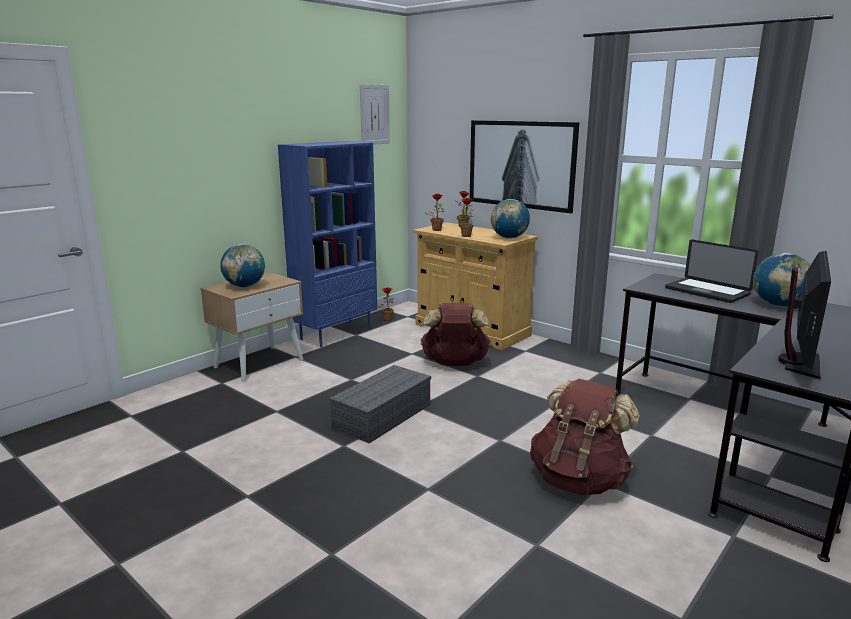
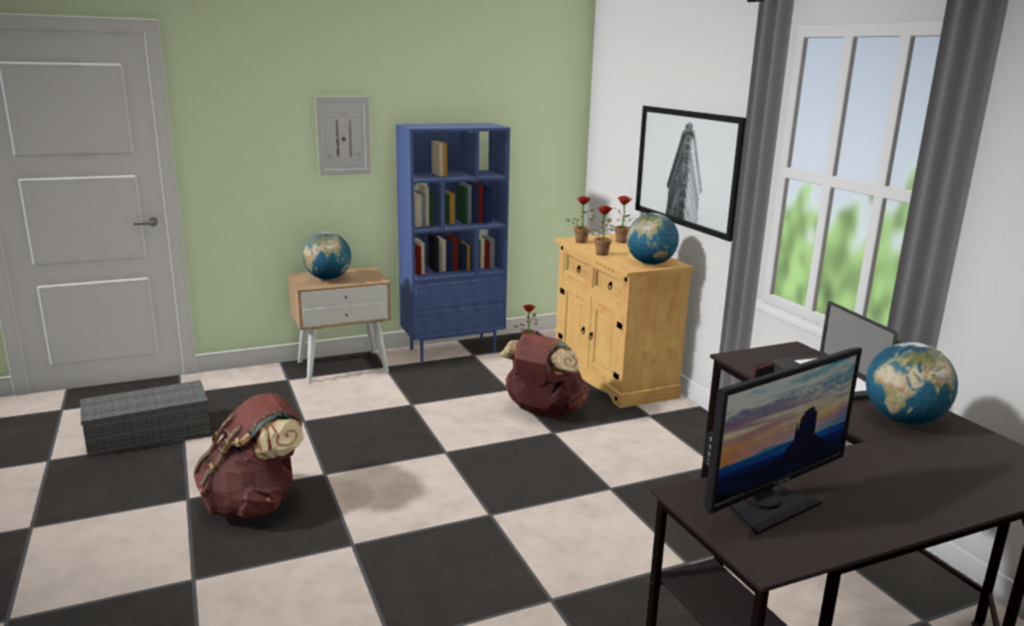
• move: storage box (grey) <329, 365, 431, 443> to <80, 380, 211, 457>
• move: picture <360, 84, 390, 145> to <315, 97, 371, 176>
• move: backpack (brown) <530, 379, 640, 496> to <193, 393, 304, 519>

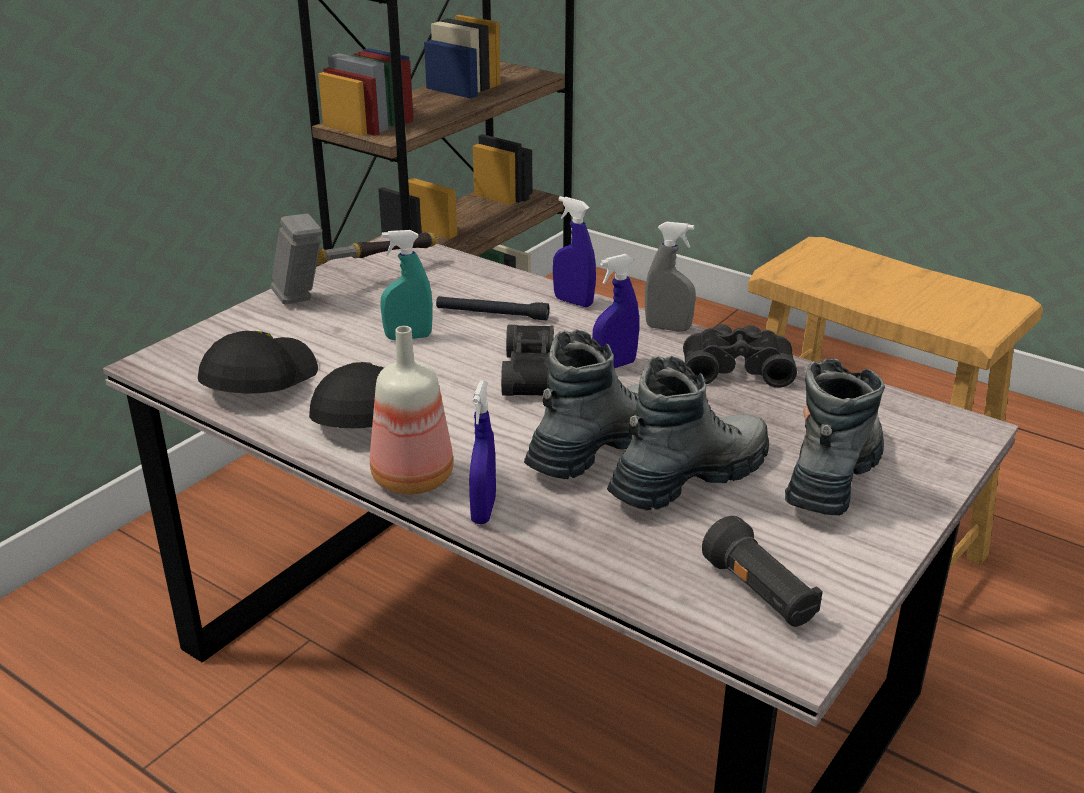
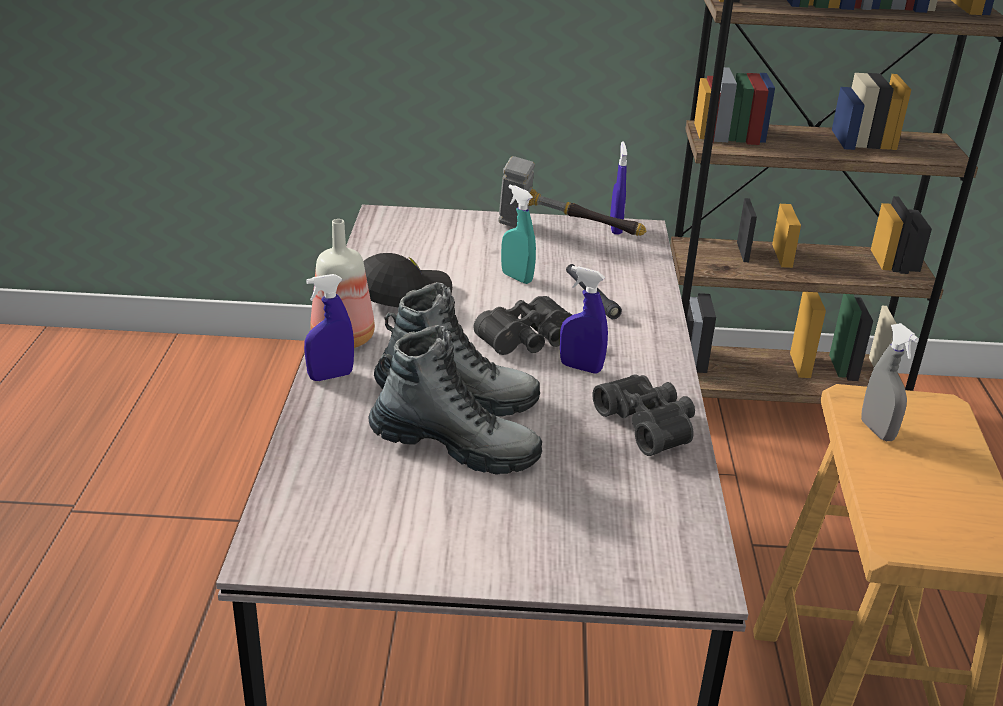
• delete: cap (black) <198, 331, 318, 393>
• move: spray bottle (blue) <553, 196, 596, 307> to <610, 142, 627, 235>
• move: spray bottle (grey) <645, 222, 696, 332> to <861, 323, 919, 441>
• delete: flashlight (black) <702, 516, 823, 627>
• delete: boot <785, 358, 885, 516>

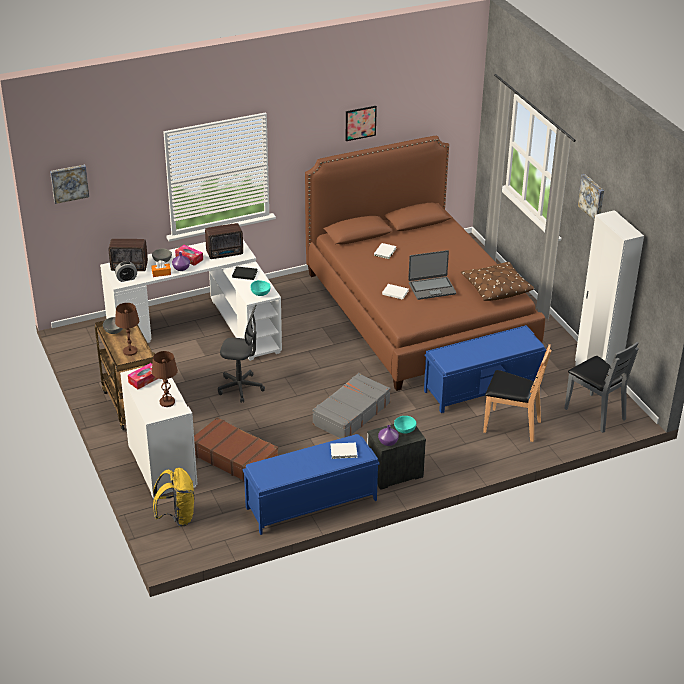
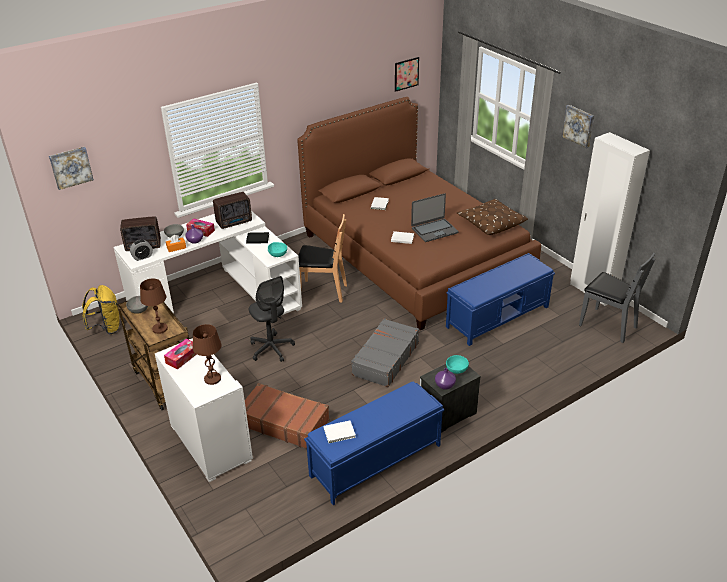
• move: backpack (yellow) <153, 468, 194, 527> to <82, 285, 120, 335>
• rotate: office chair (grey) <218, 305, 265, 402> = <249, 276, 295, 362> 60 degrees clockwise
• move: book (white) <330, 443, 357, 459> to <324, 421, 356, 443>
• move: picture <345, 106, 377, 141> to <395, 57, 419, 92>
• move: chair (brown) <483, 344, 551, 442> to <298, 214, 347, 303>

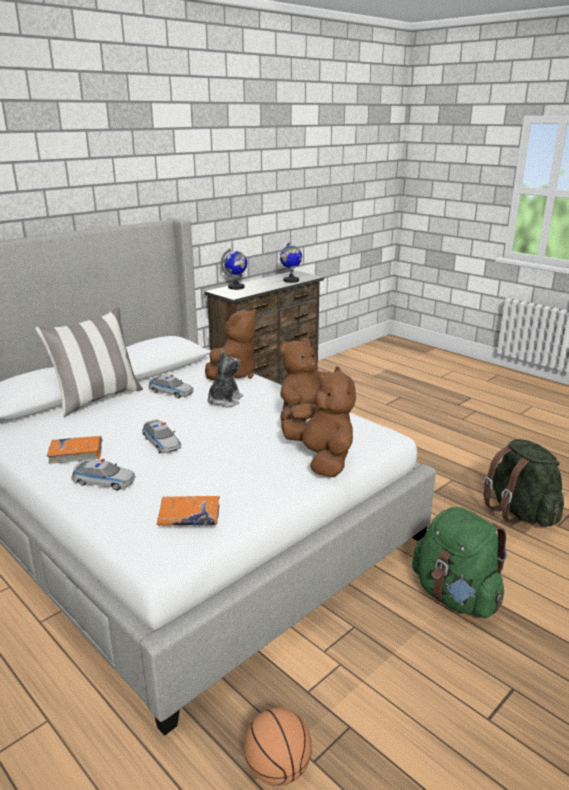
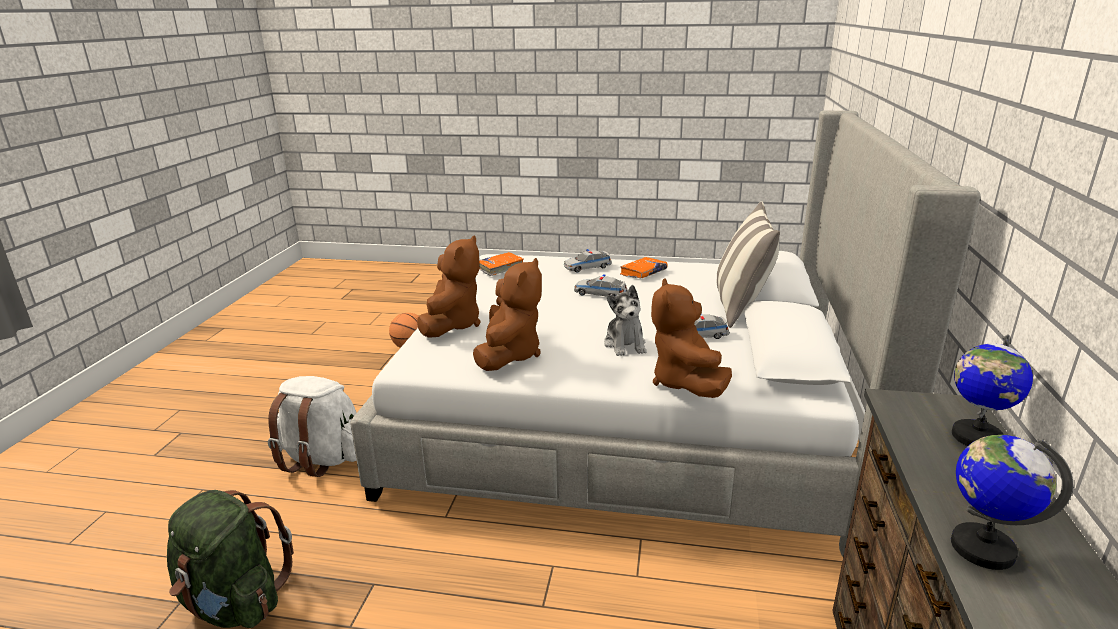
• rotate: plush toy (brown) <281, 366, 356, 477> = <417, 235, 481, 338> 105 degrees counterclockwise
• recolor: backpack (green) <412, 507, 507, 618> to backpack (white) <268, 376, 357, 477>

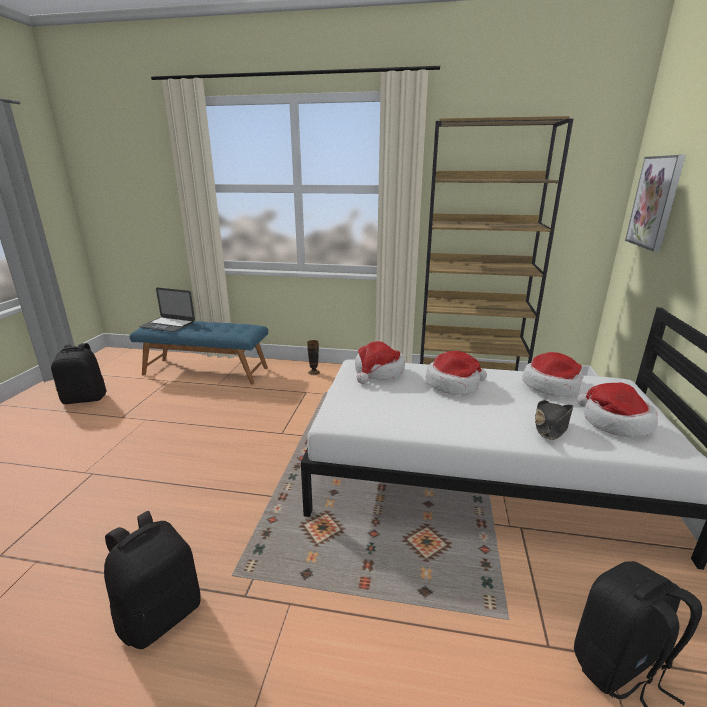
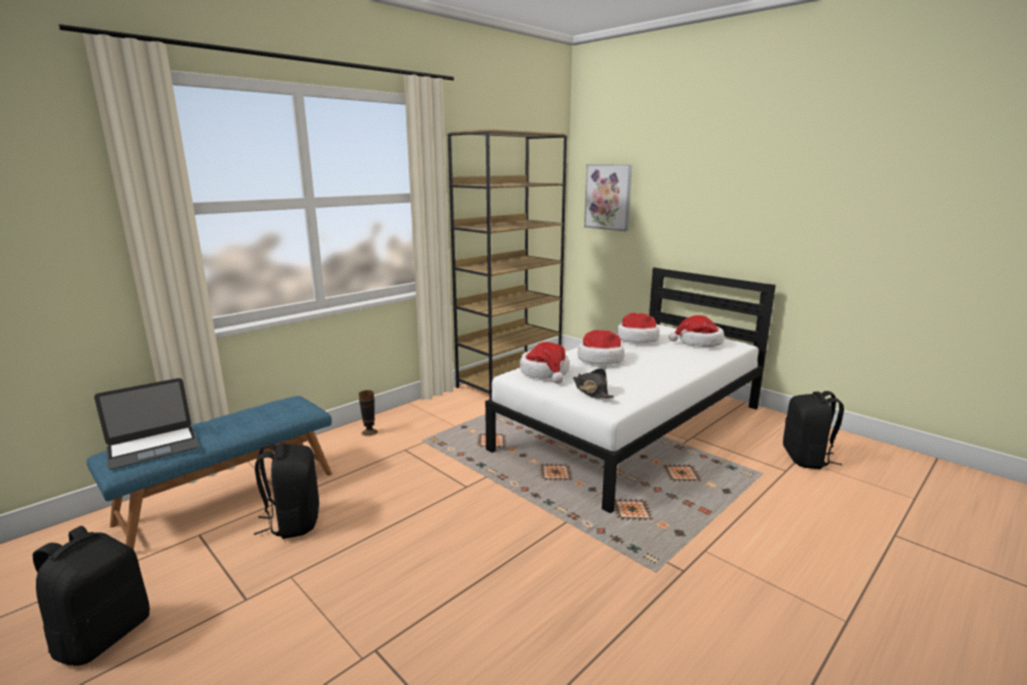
• move: backpack (black) <104, 511, 201, 649> to <254, 442, 319, 539>
• move: hat (black) <535, 400, 573, 440> to <573, 368, 614, 399>

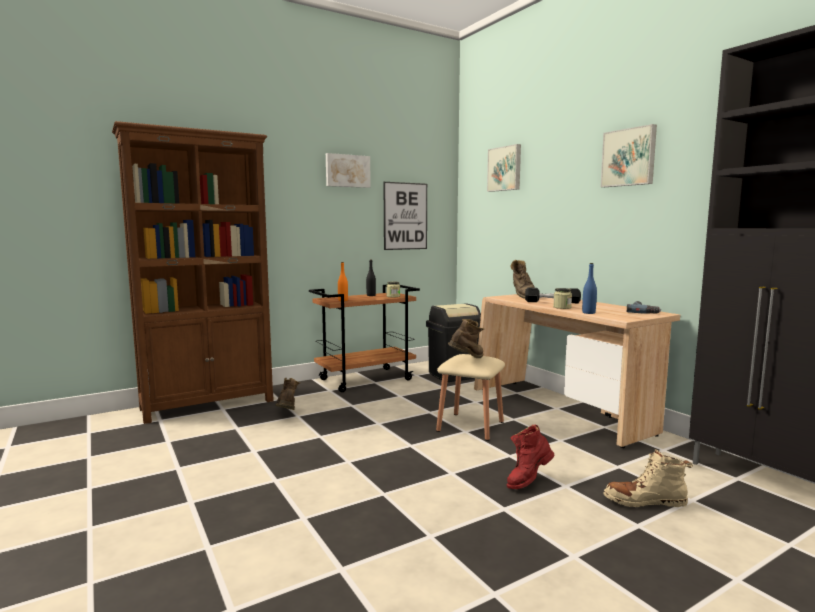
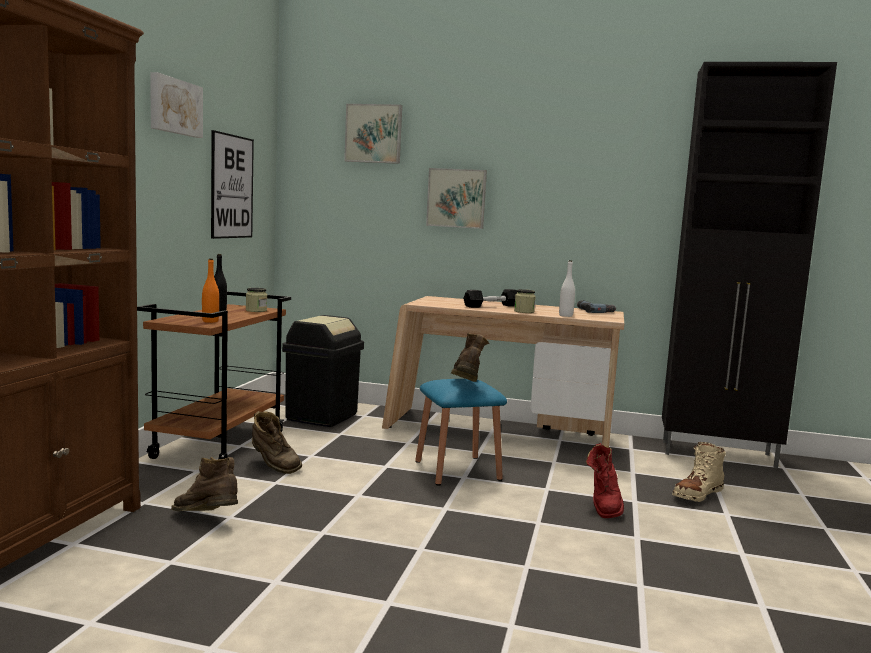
• recolor: stool (beige) <436, 354, 505, 441> to stool (blue) <415, 379, 507, 486>
• move: boot (brown) <511, 260, 535, 299> to <252, 411, 302, 474>
• recolor: bottle (blue) <582, 263, 597, 314> to bottle (white) <559, 260, 575, 317>
• move: picture <600, 124, 657, 187> to <426, 168, 487, 229>

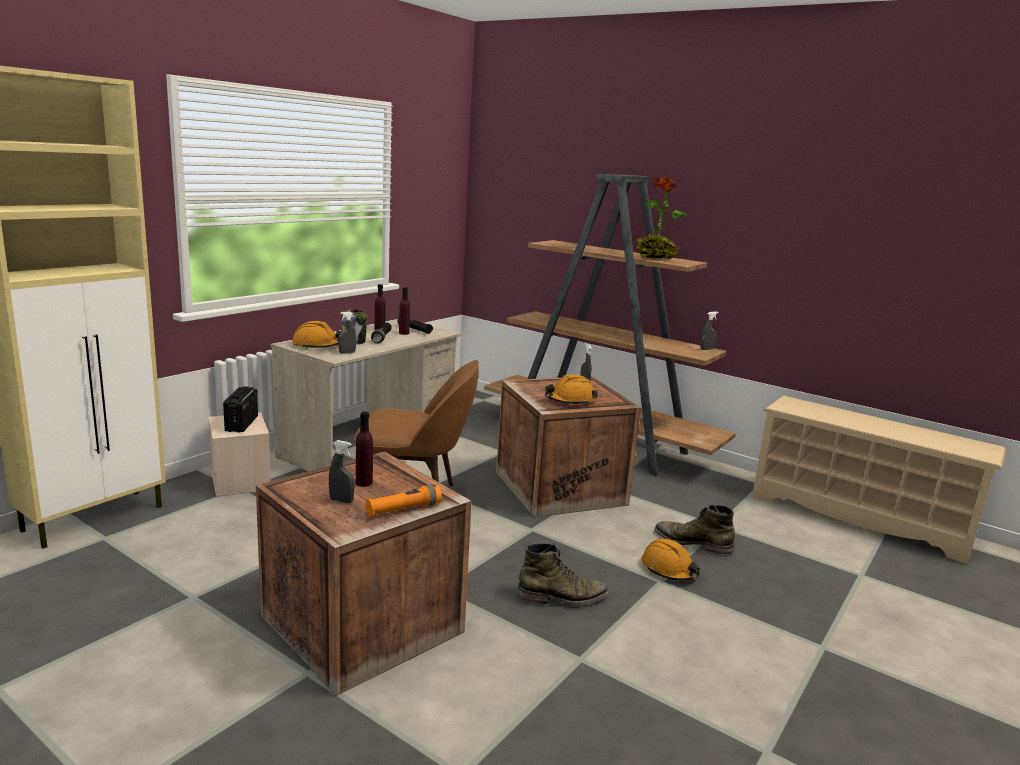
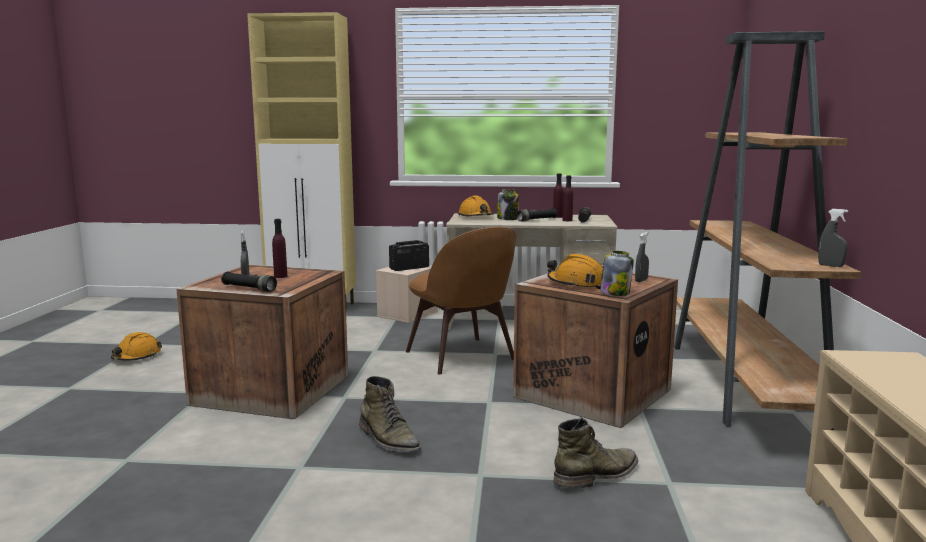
• delete: spray bottle (grey) <338, 311, 356, 354>
• recolor: flashlight (orange) <366, 484, 442, 517> to flashlight (black) <221, 272, 277, 292>
• delete: potted plant <637, 176, 687, 258>
• move: hard hat (orange) <642, 539, 700, 581> to <111, 332, 162, 360>
• rotate: boot (green) <655, 505, 735, 554> = <553, 417, 638, 489> 60 degrees clockwise
• insert: jar <600, 251, 634, 296>

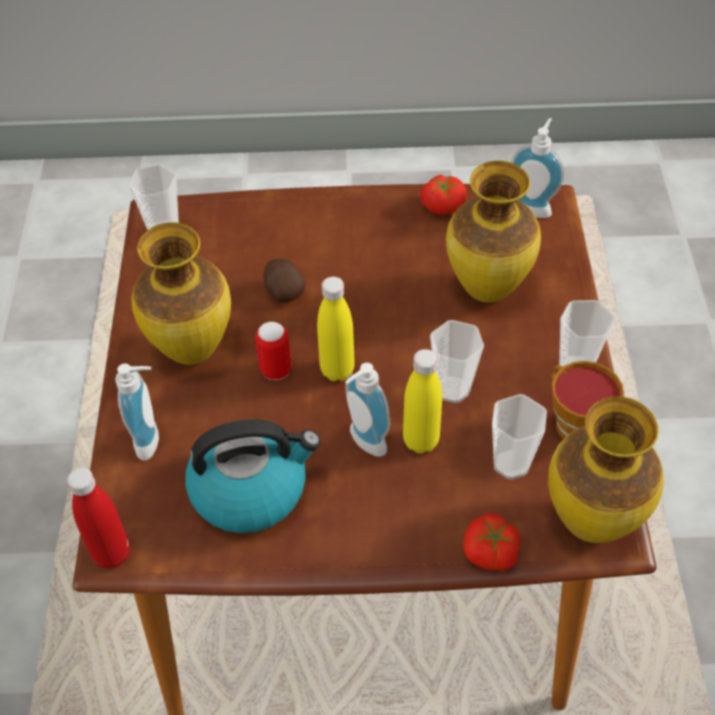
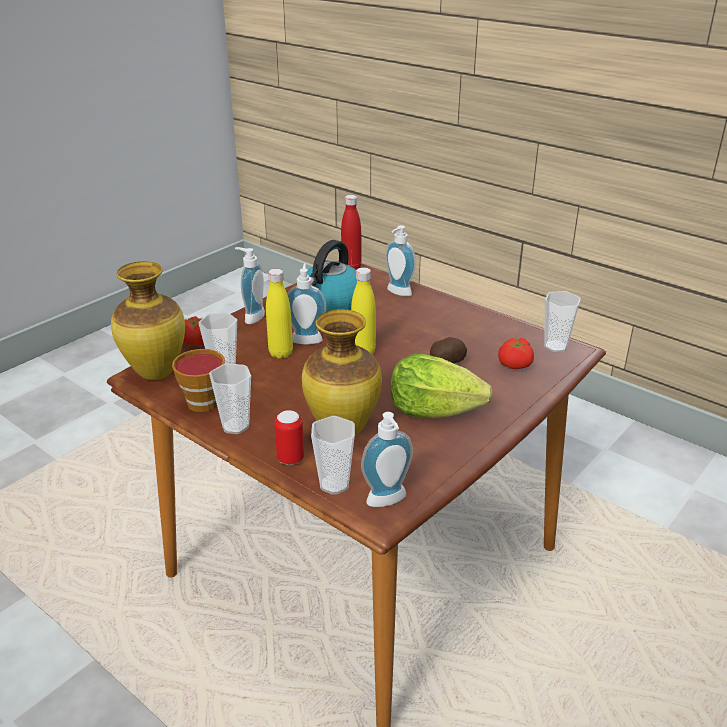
• delete: vase <131, 222, 231, 365>
• move: can <255, 322, 291, 380> to <274, 410, 304, 465>
• move: tomato <420, 175, 467, 215> to <498, 338, 534, 369>
• move: cup <430, 320, 484, 403> to <311, 416, 355, 495>
• insert: soap dispenser <235, 247, 265, 324>
• insert: lettuce <391, 354, 493, 418>

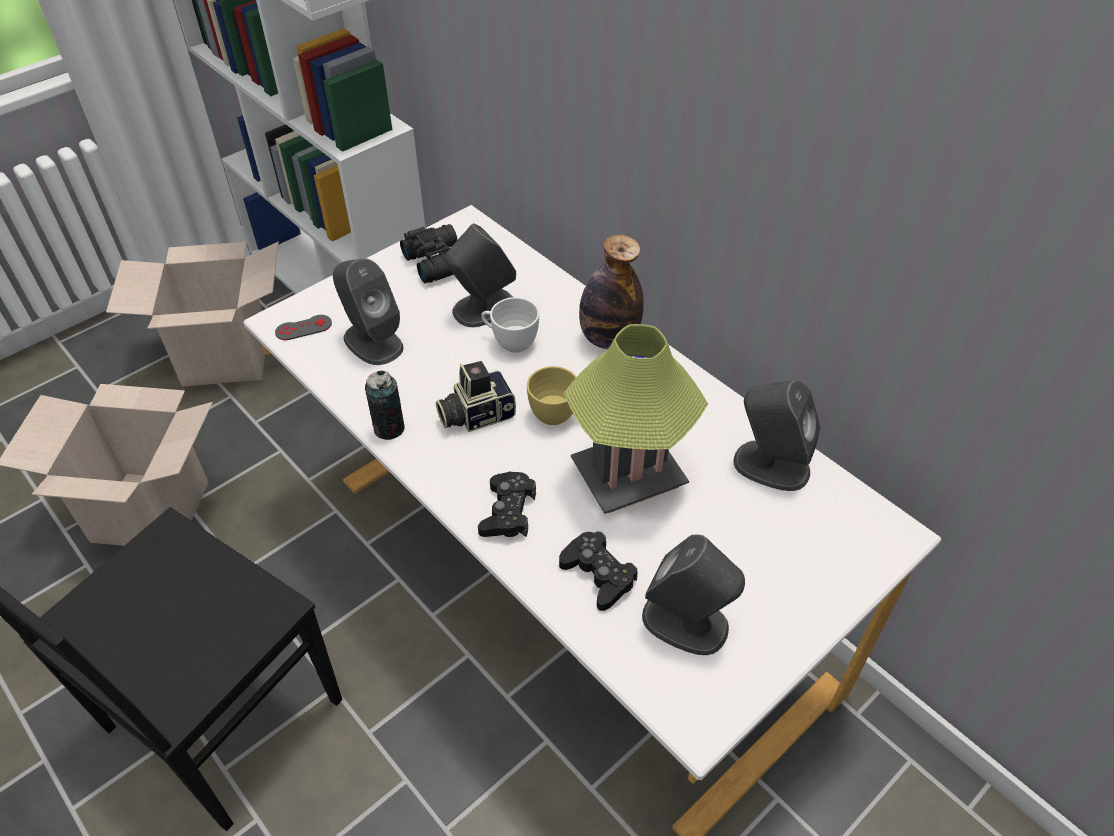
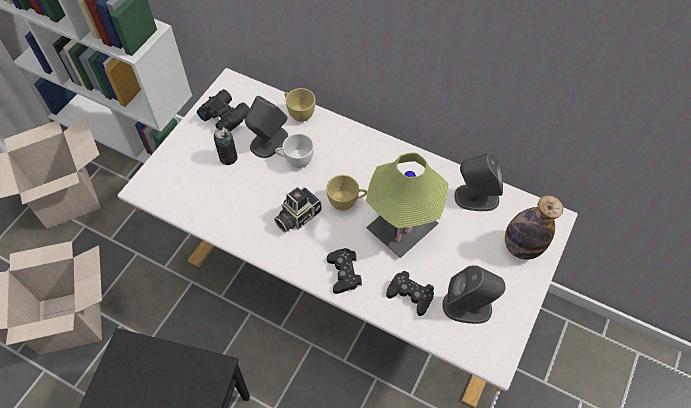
• delete: game controller (grey) <275, 315, 332, 340>
• delete: speaker (grey) <333, 258, 404, 365>
• move: can <365, 371, 405, 440> to <214, 127, 237, 165>
• move: bottle <579, 235, 644, 349> to <505, 195, 563, 260>
• insert: cup (yellow) <285, 88, 315, 122>

